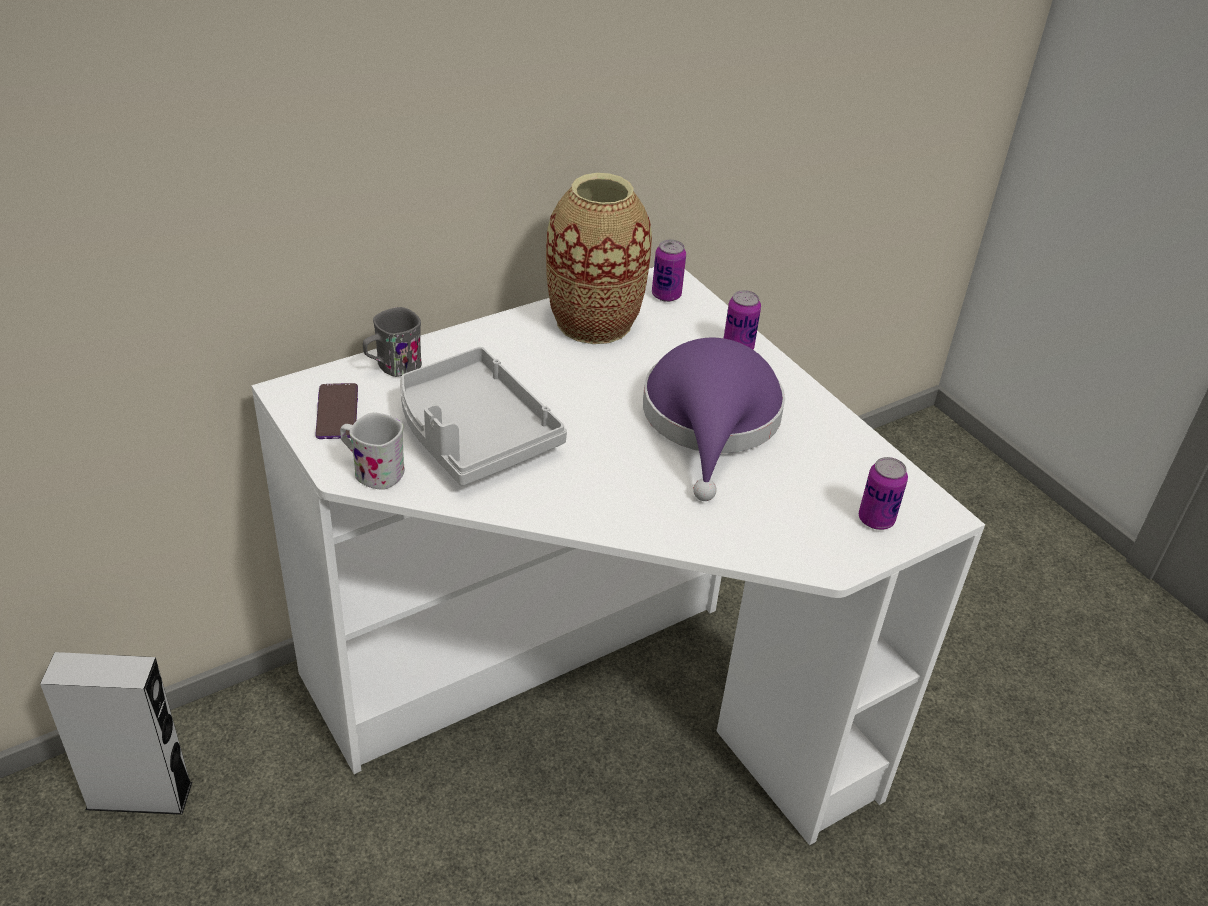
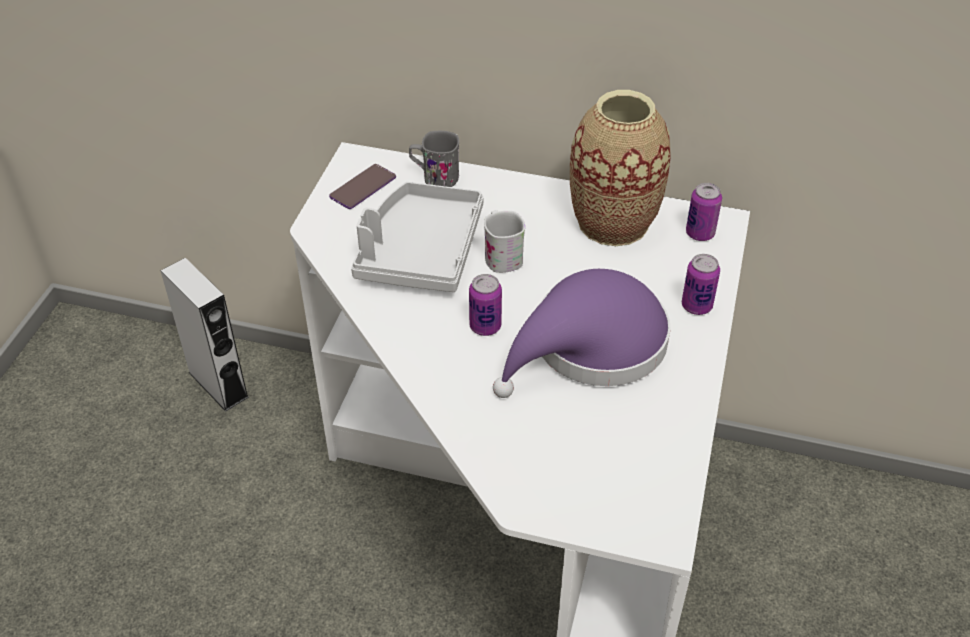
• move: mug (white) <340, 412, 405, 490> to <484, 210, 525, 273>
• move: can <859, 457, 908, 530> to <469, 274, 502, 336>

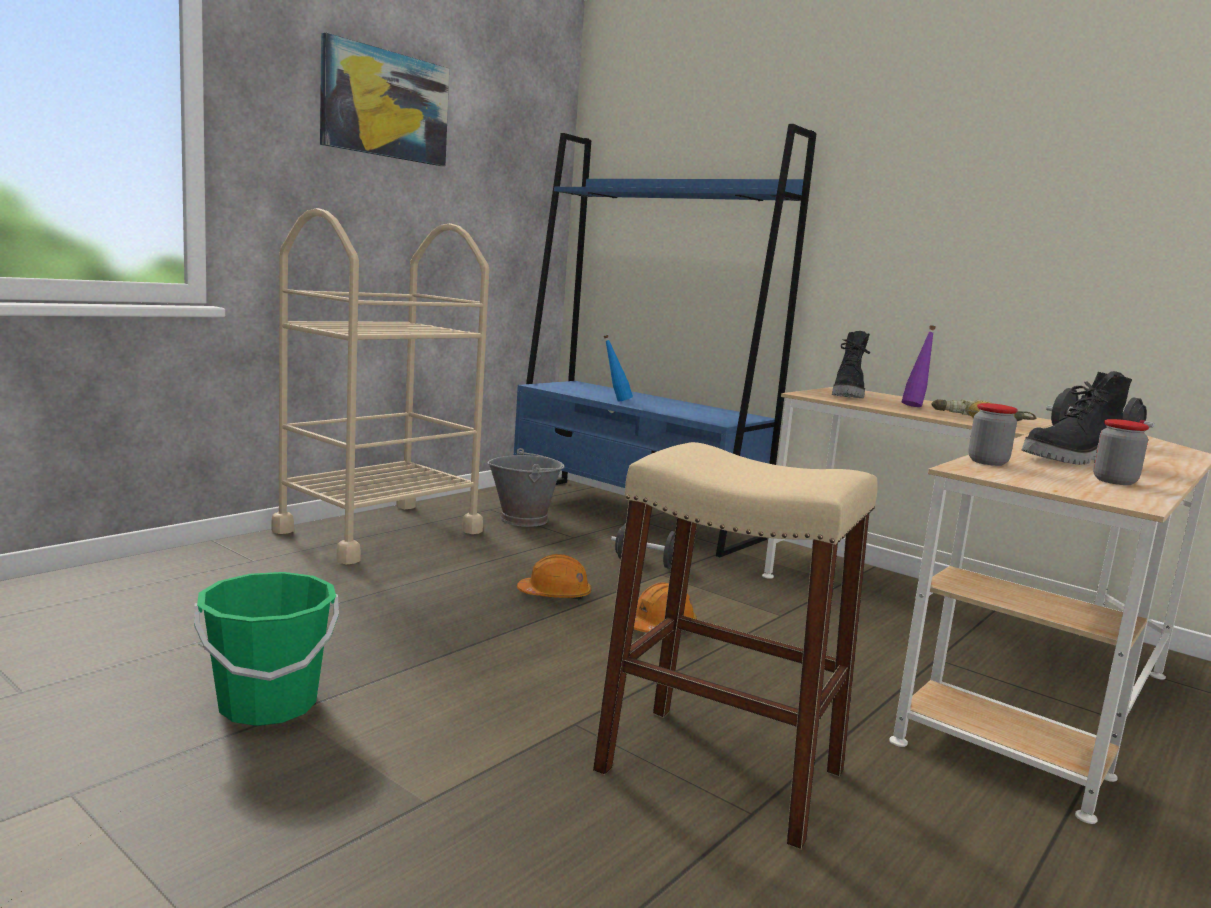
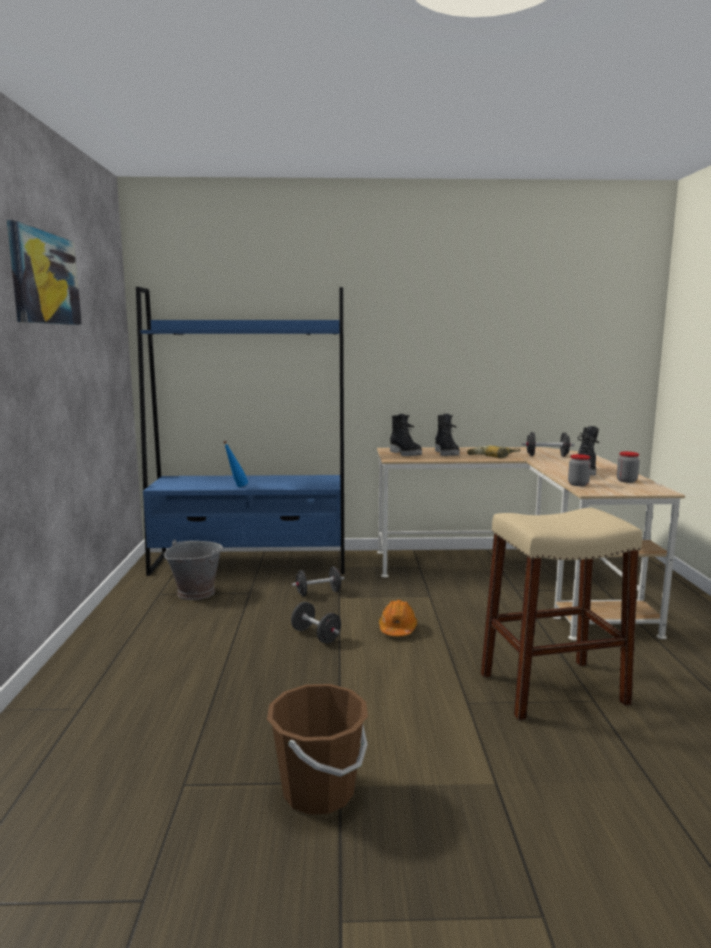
• recolor: bucket (green) <194, 572, 339, 726> to bucket (brown) <267, 684, 368, 815>
• delete: cart (beige) <271, 208, 489, 564>
• replace: hard hat (orange) <517, 554, 591, 600> to dumbbell (black) <291, 602, 341, 644>
• replace: bottle (purple) <901, 325, 936, 407> to boot (black) <435, 414, 460, 456>

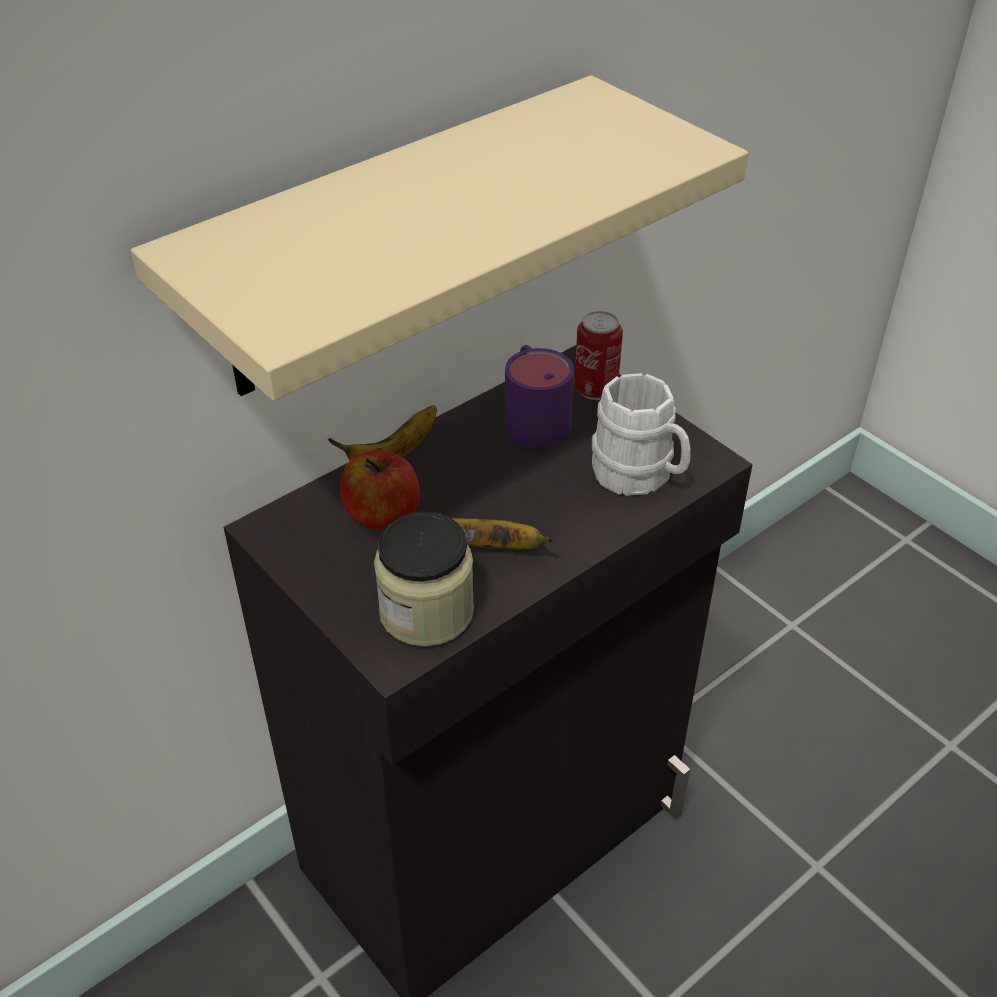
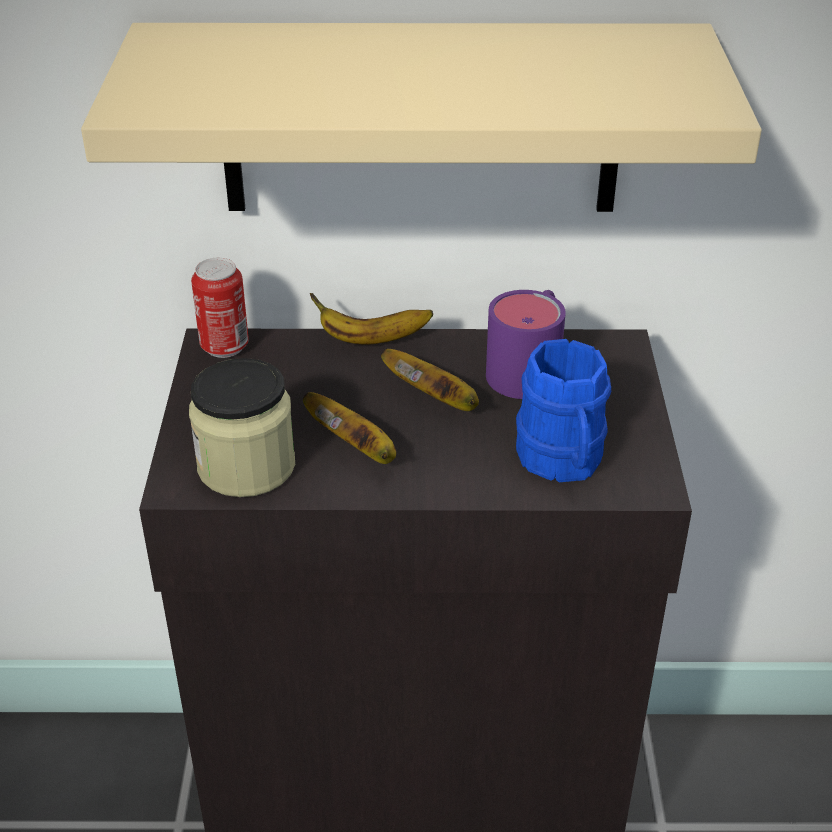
• delete: apple <340, 450, 420, 530>
• move: can <574, 311, 623, 400> to <191, 258, 249, 358>
• recolor: mug (white) <592, 373, 691, 496> to mug (blue) <516, 339, 611, 482>
• insert: banana <381, 349, 479, 411>

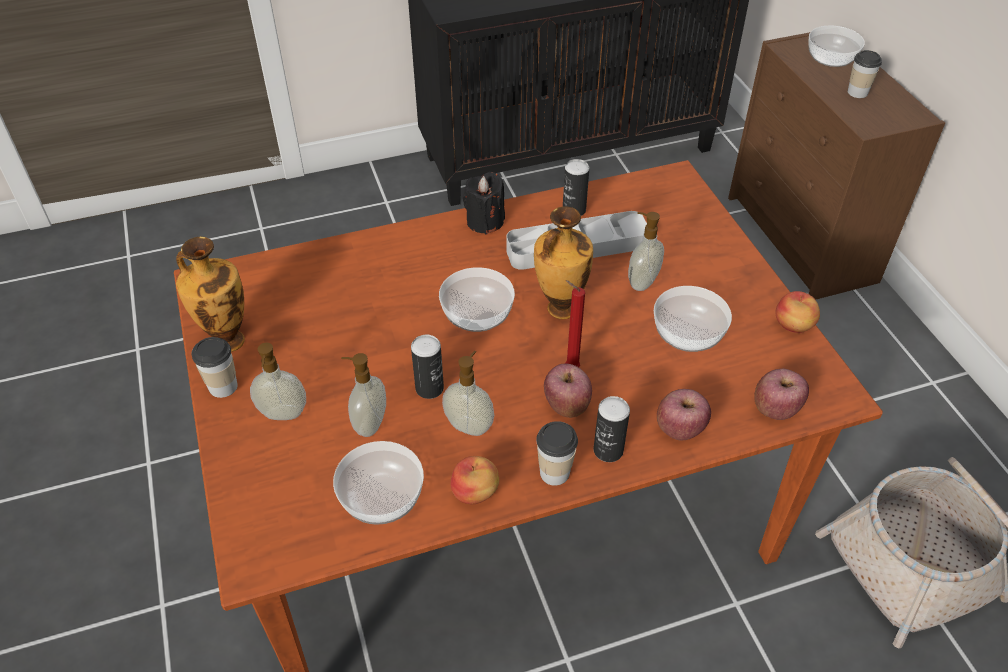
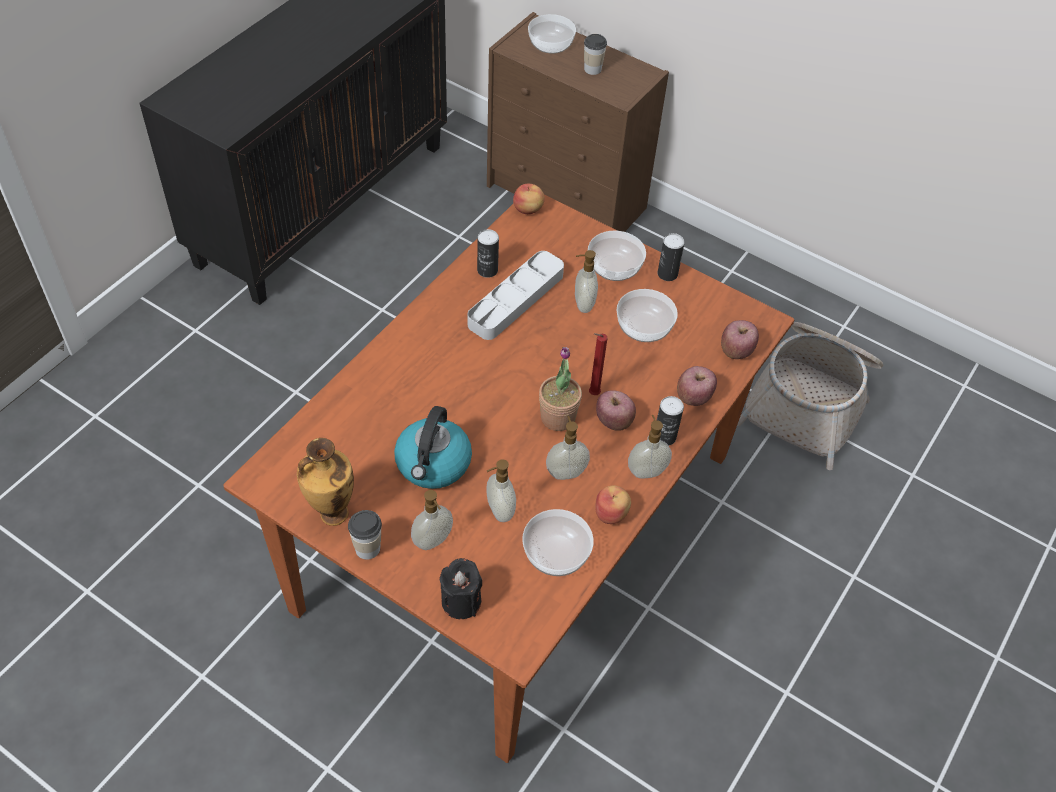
• move: can <411, 335, 444, 399> to <657, 233, 685, 281>
• move: bowl <439, 267, 515, 332> to <588, 231, 646, 281>
• move: candle (black) <463, 172, 505, 234> to <439, 558, 482, 619>
• delete: vase <534, 207, 593, 319>
• replace: cup <536, 421, 578, 486> to soap dispenser <628, 415, 672, 478>
• move: apple <775, 291, 820, 333> to <513, 184, 545, 214>
• insert: kettle <394, 406, 472, 489>
• insert: potted plant <539, 347, 582, 431>

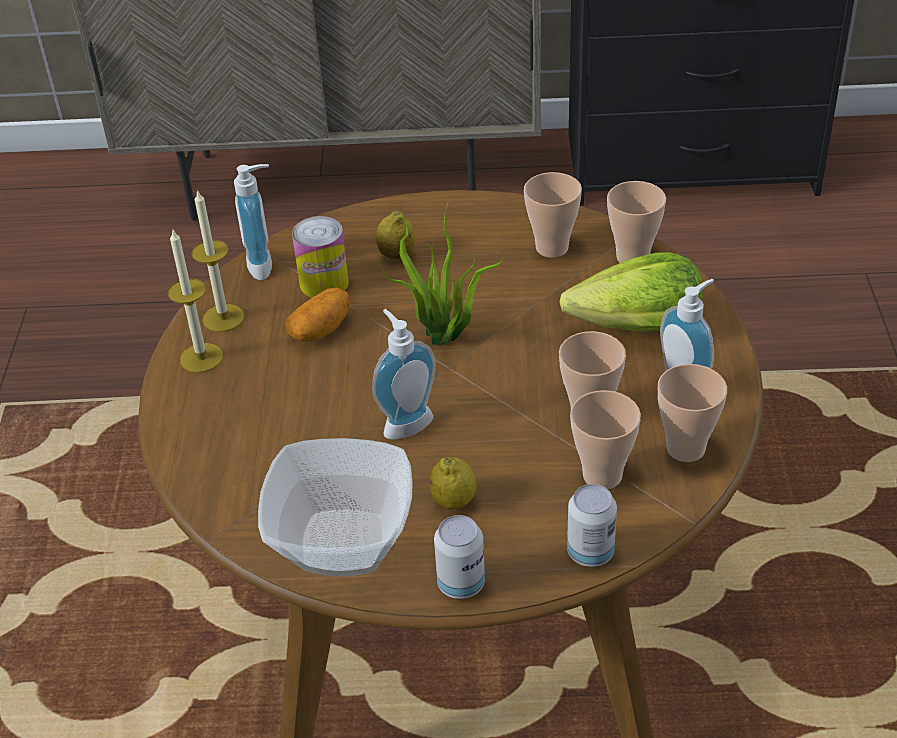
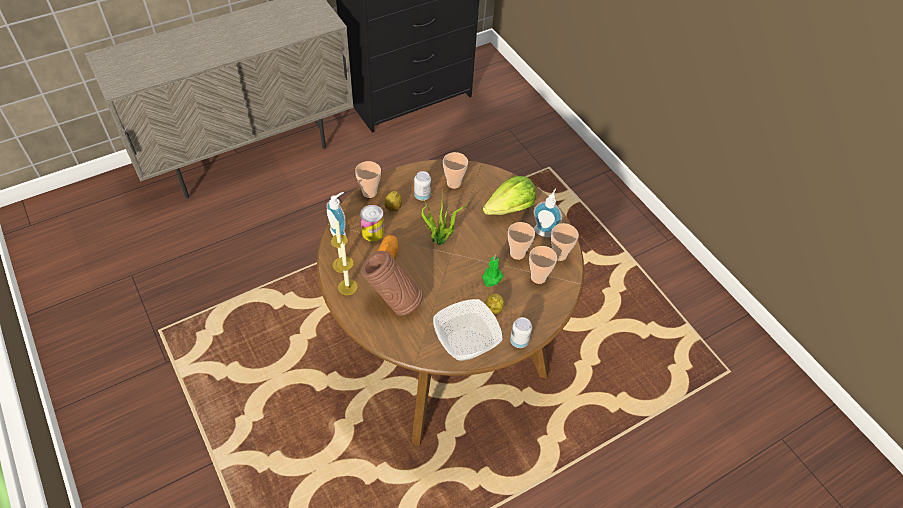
• delete: soap dispenser <372, 309, 436, 440>
• move: can <567, 484, 617, 567> to <414, 171, 431, 200>
• move: cup <607, 181, 666, 263> to <355, 161, 381, 198>
• insert: vase (brown) <361, 251, 423, 316>
• insert: candle (green) <482, 254, 503, 287>

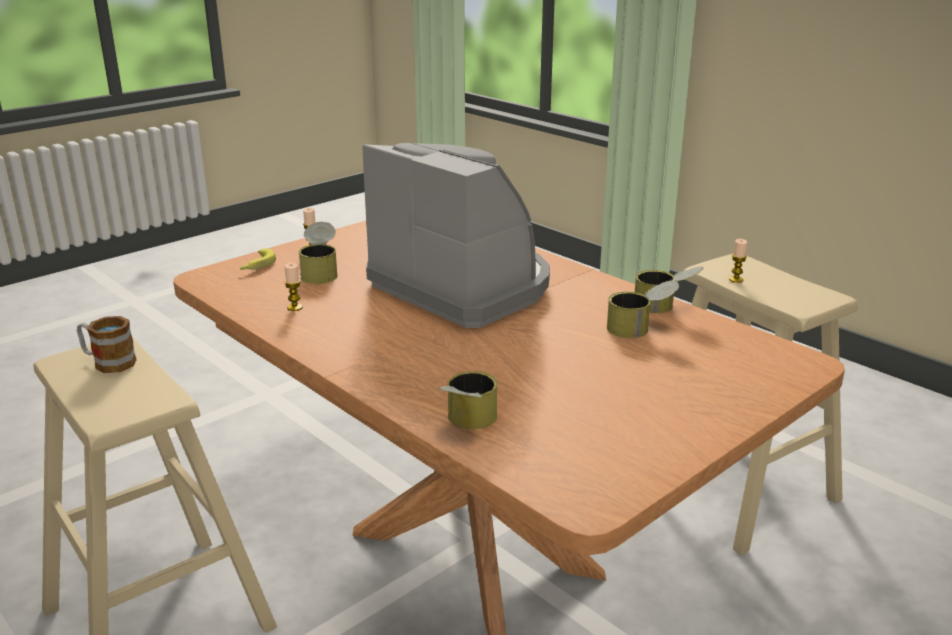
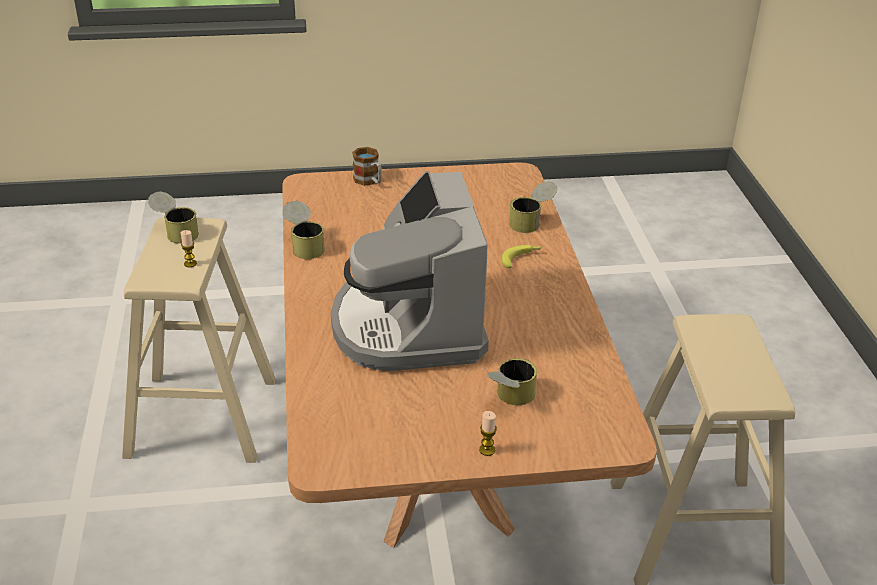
• move: mug <77, 316, 137, 373> to <352, 147, 382, 186>
• move: banana <239, 249, 276, 270> to <501, 245, 542, 268>
• delete: candle <285, 263, 303, 311>
• move: can <607, 281, 679, 338> to <148, 191, 199, 244>

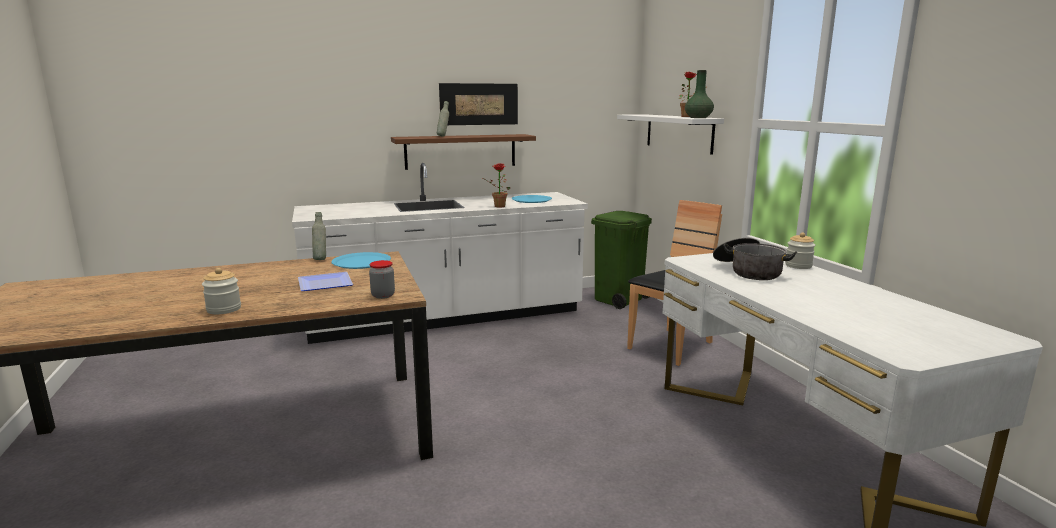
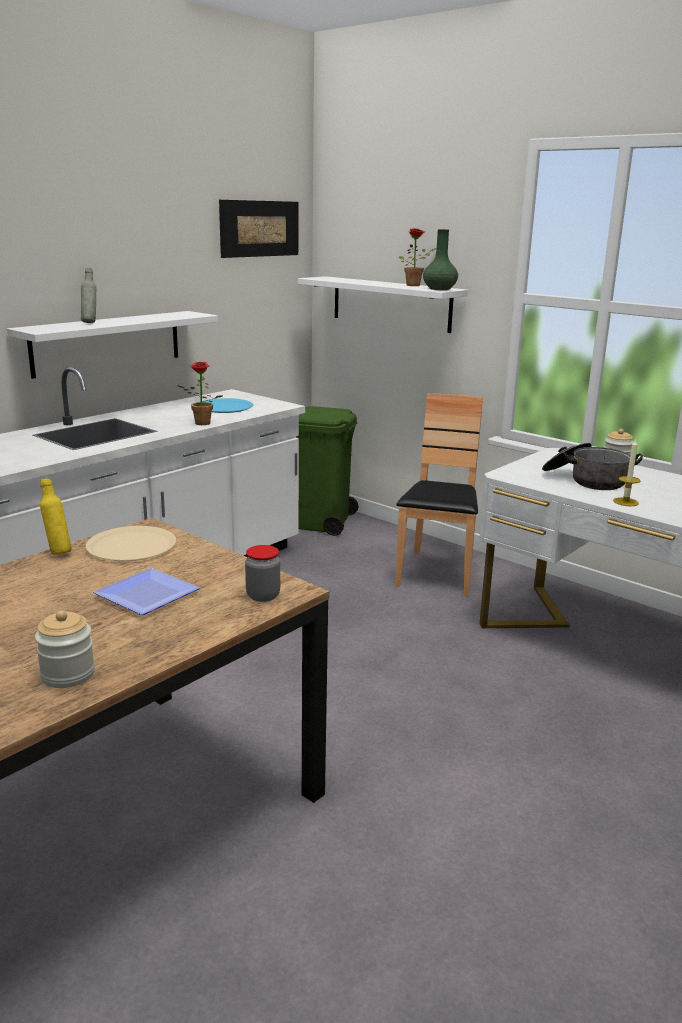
• recolor: bottle (grey) <312, 212, 326, 260> to bottle (yellow) <40, 478, 72, 555>
• recolor: plate (blue) <331, 252, 391, 269> to plate (beige) <86, 526, 176, 561>
• recolor: shelf (brown) <391, 134, 536, 170> to shelf (white) <7, 311, 218, 379>
• move: picture <439, 83, 518, 125> to <219, 200, 298, 258>
• insert: candle <613, 439, 640, 506>

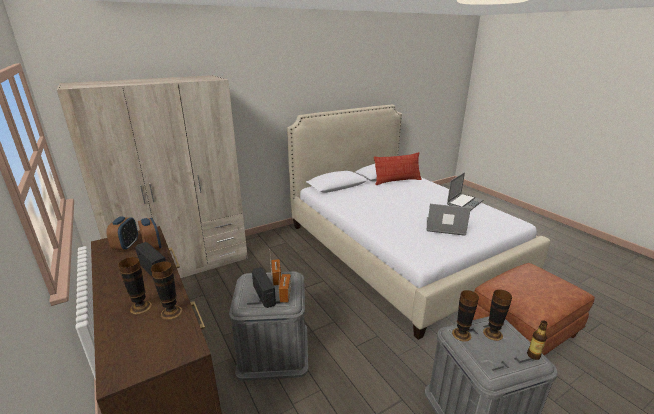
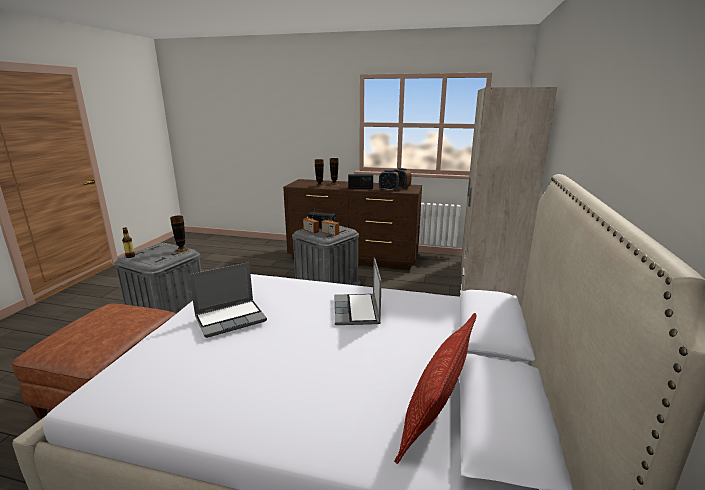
• move: laptop <447, 172, 483, 211> to <334, 257, 382, 325>
• delete: vase <483, 289, 512, 341>

